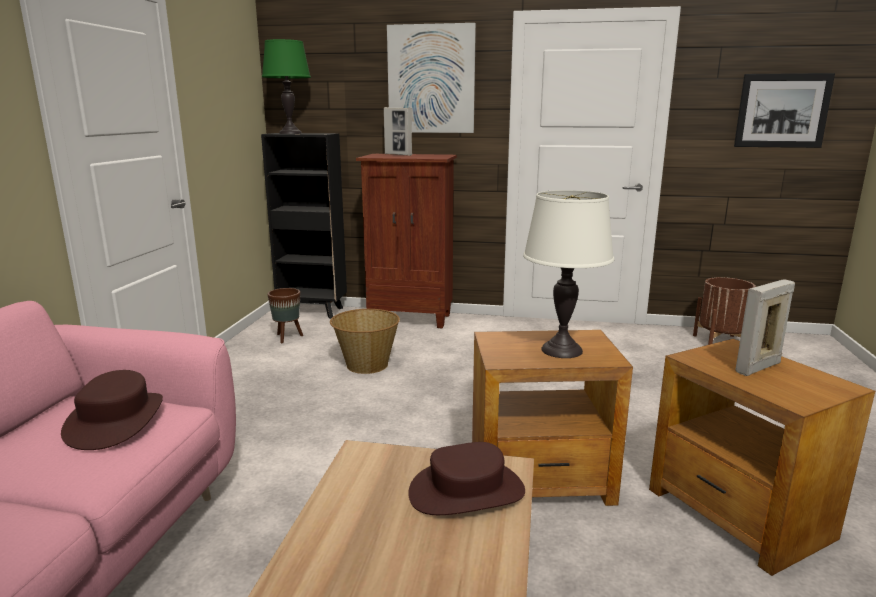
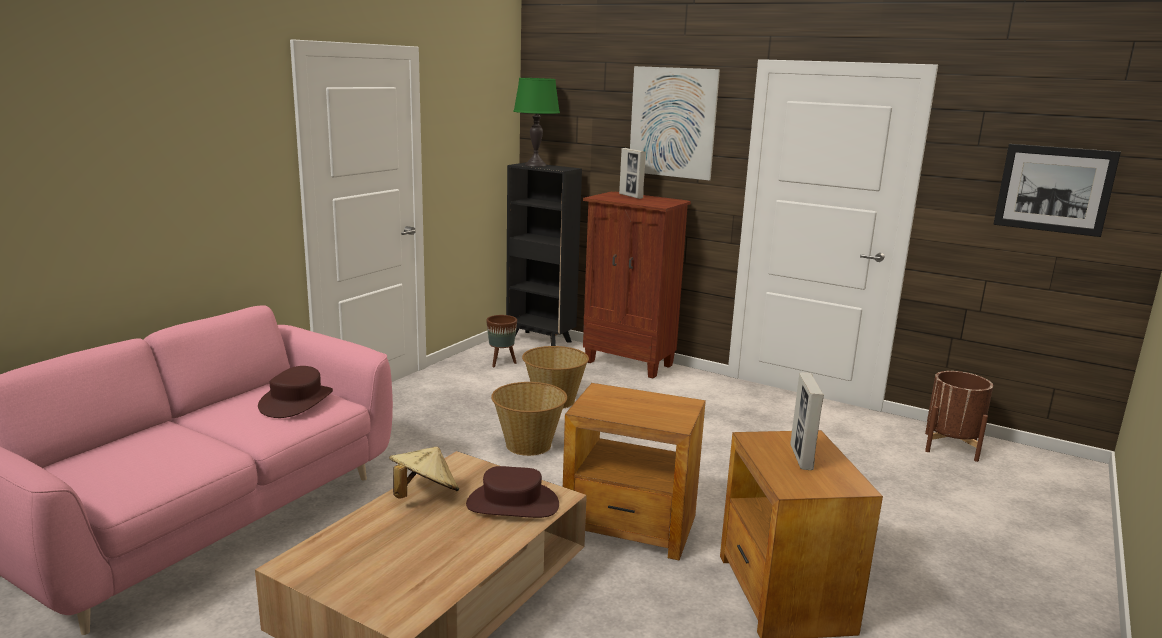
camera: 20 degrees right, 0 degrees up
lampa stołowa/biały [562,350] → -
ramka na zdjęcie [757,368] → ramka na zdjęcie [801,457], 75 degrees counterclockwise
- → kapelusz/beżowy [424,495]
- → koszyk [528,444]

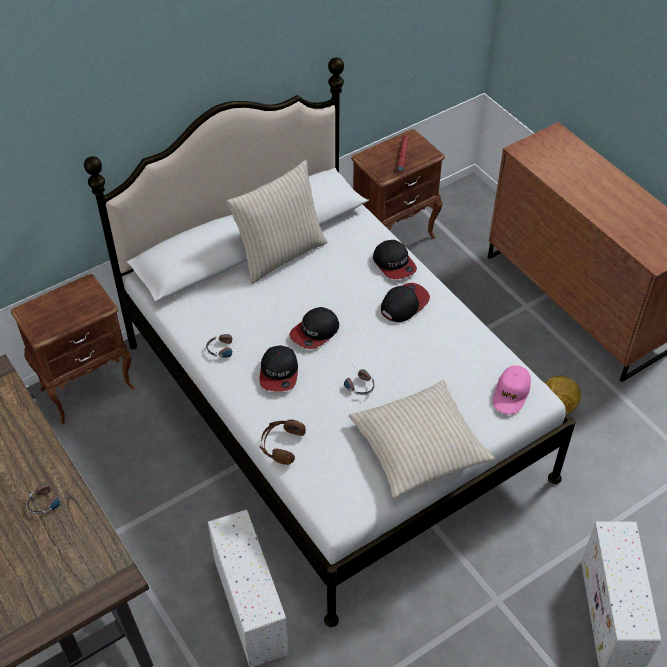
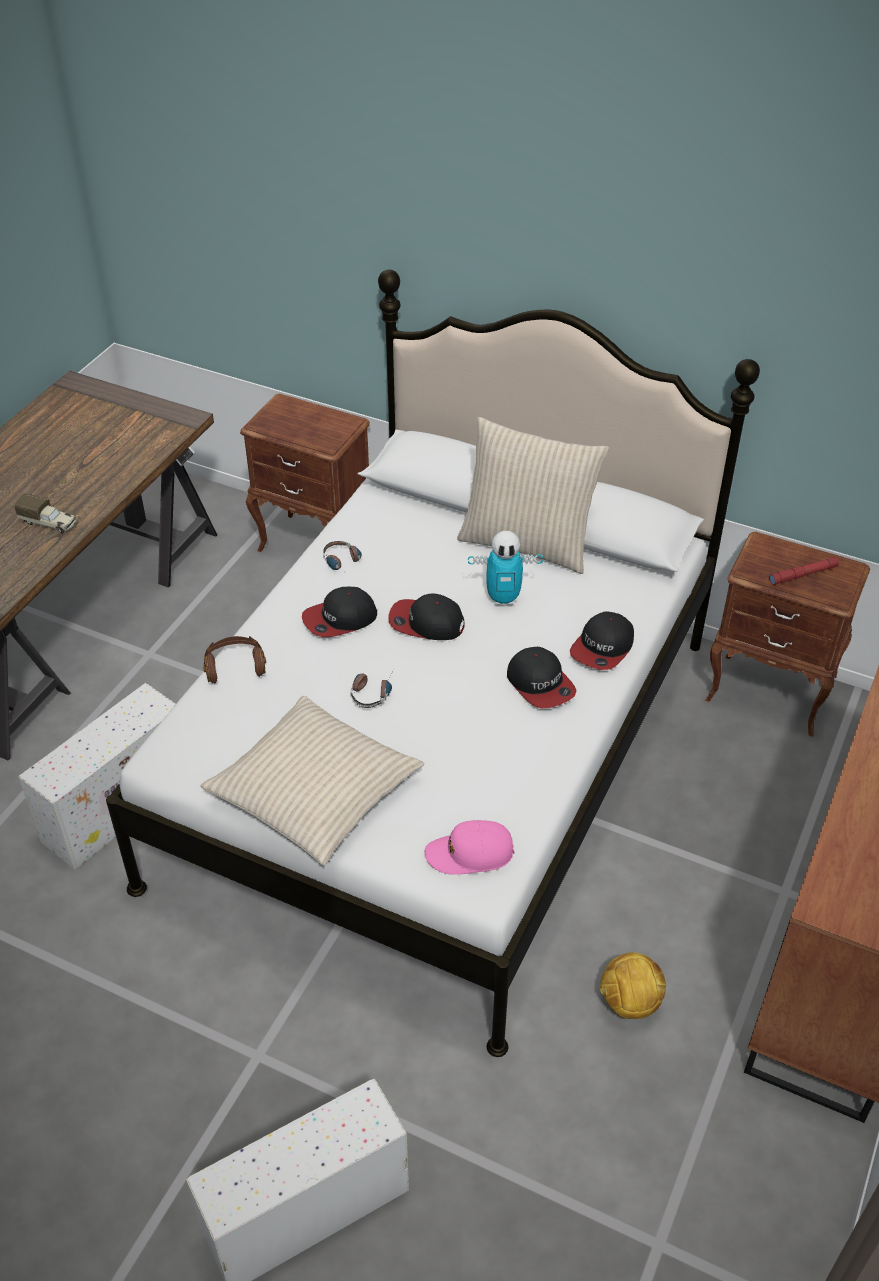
camera: 60 degrees right, 5 degrees down
słuchawki [49,500] → ciężarówka zabawkowa [49,523]
czapka z daszkiem [404,304] → czapka z daszkiem [540,684], 45 degrees clockwise
- → robot zabawkowy [503,599]

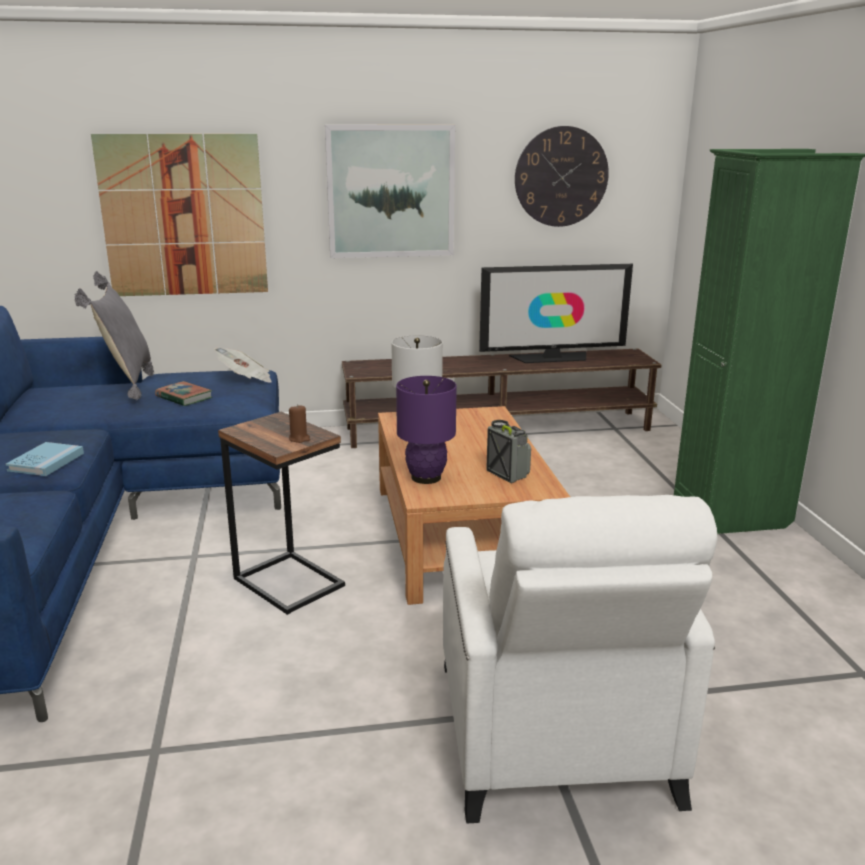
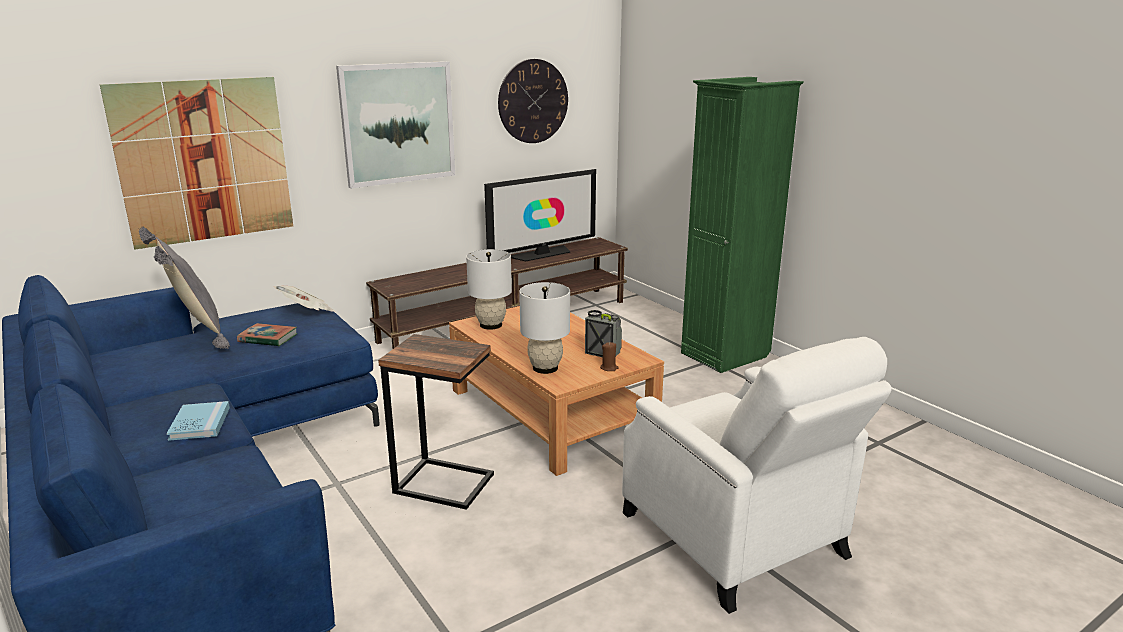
camera: 25 degrees left, 0 degrees up
świeca/brązowy [299,439] → świeca/brązowy [609,368], relocated
lampa stołowa/fioletowy [426,477] → lampa stołowa/biały [545,368]

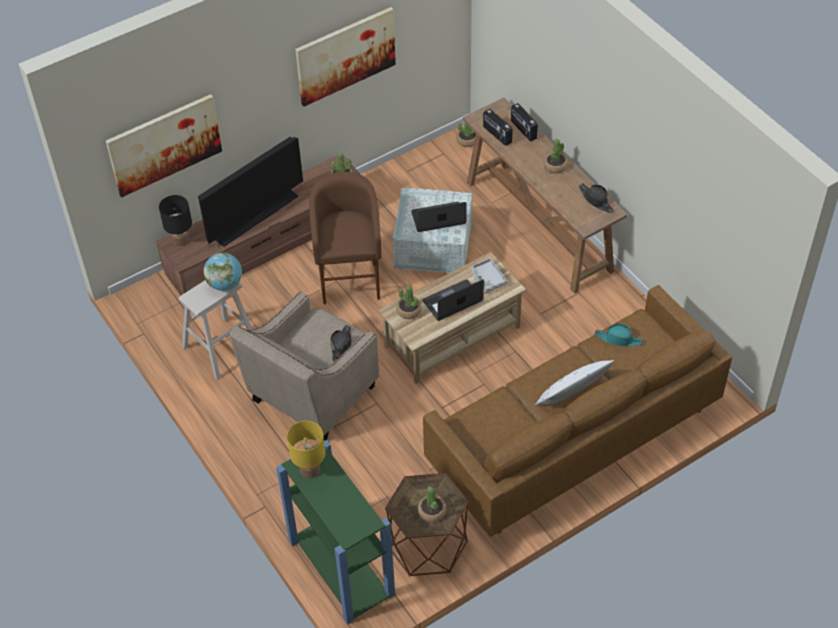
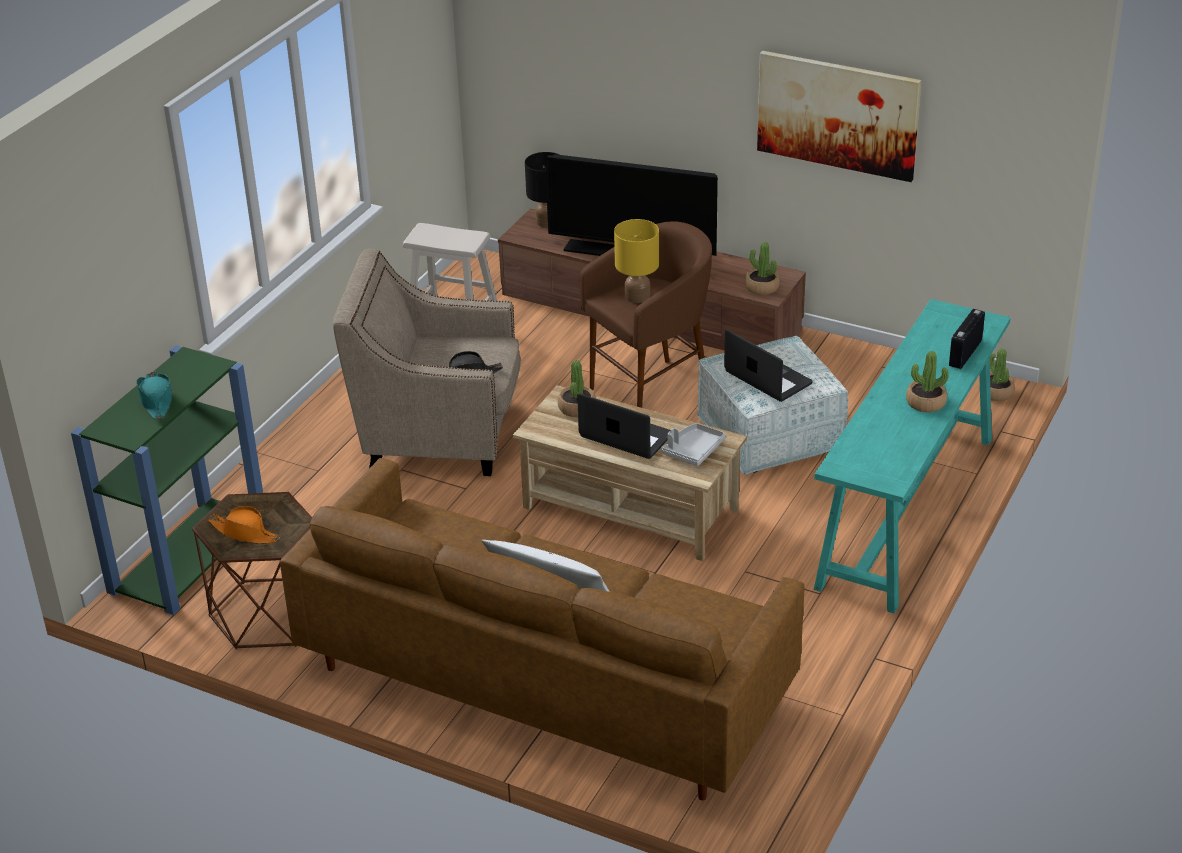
camera: 60 degrees right, 15 degrees down
obraz [164,144] → -
globus [225,284] → -
lampa stołowa/żółty [310,470] → lampa stołowa/żółty [637,296], relocated
roślina doniczkowa [432,511] → kapelusz/pomarańczowy [245,533]
stolik konsolowy/brązowy [539,226] → stolik konsolowy/turkusowy [906,512]
radio [497,135] → -
kapelusz/czarny [596,200] → -
kapelusz/turkusowy [619,339] → kapelusz/turkusowy [156,400], relocated

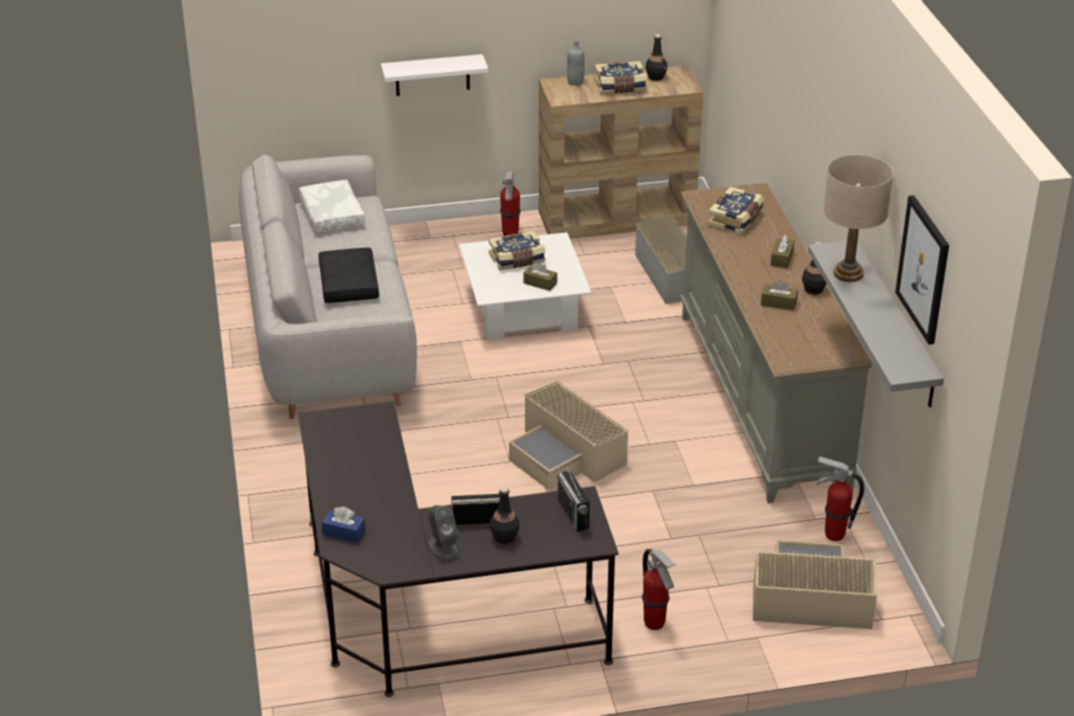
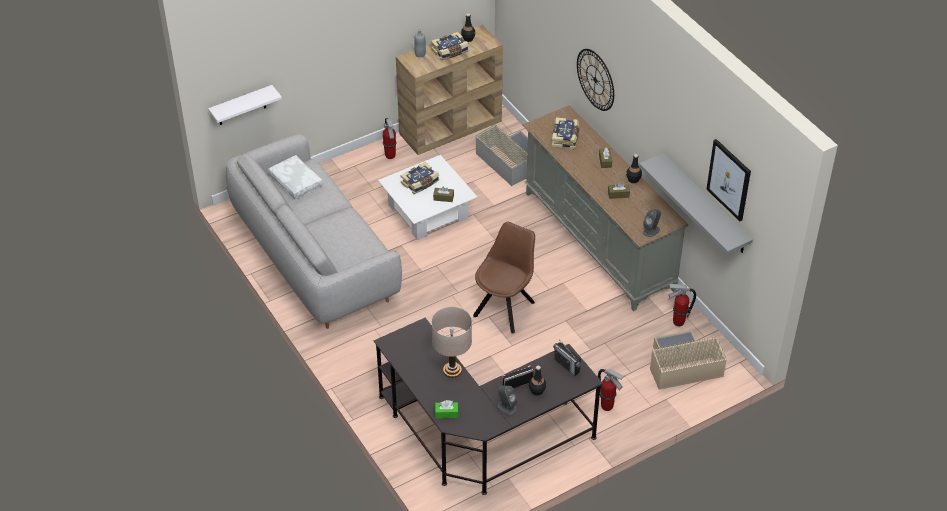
camera: 20 degrees left, 10 degrees up
poduszka/czarny [347,283] → -
pudełko chusteczek/niebieski [344,532] → pudełko chusteczek/zielony [446,413]
półka/biały [432,75] → półka/biały [241,106], relocated
pojemnik do przechowywania/beżowy [566,454] → krzesło/brązowy [505,309]
lampa stołowa/beżowy [848,274] → lampa stołowa/beżowy [452,371], relocated
- → zegar ścienny [595,79]
- → głośnik/szary [651,230]

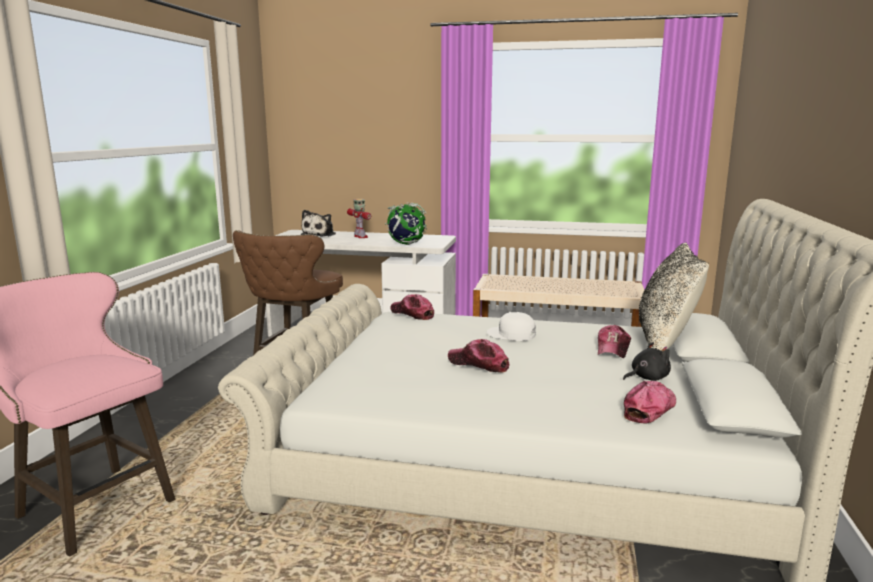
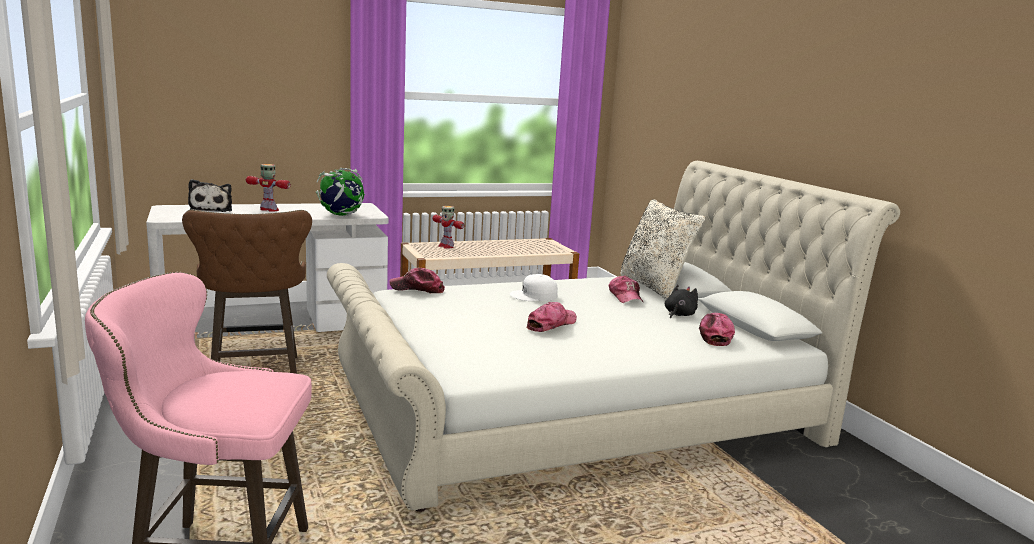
camera: 35 degrees left, 0 degrees up
czapka z daszkiem [478,364] → czapka z daszkiem [551,324], 135 degrees clockwise
- → robot zabawkowy [446,246]

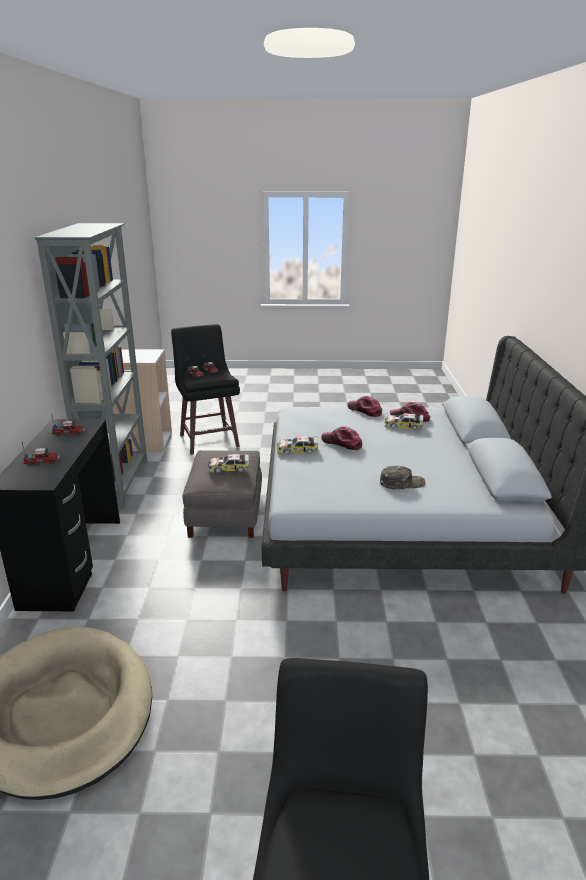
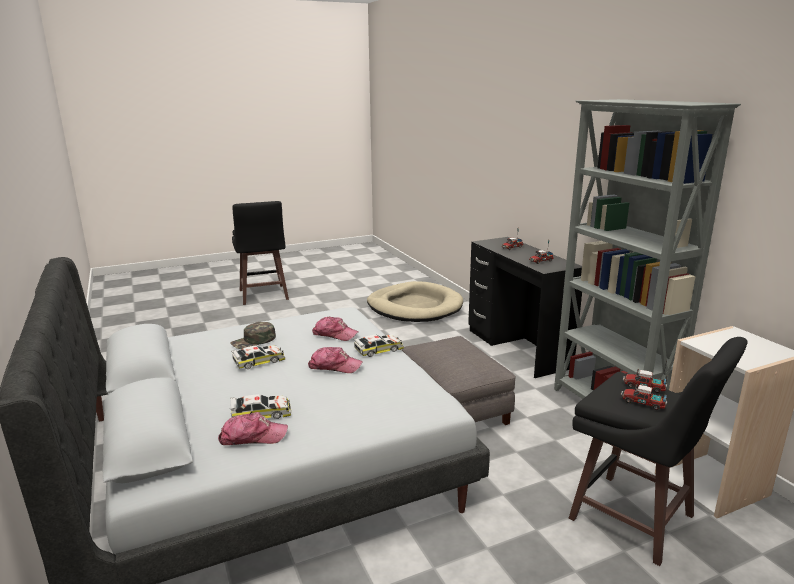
camera: 155 degrees right, 5 degrees down
samochodzik [229,468] → samochodzik [259,361], relocated
czapka z daszkiem [365,410] → czapka z daszkiem [335,334], relocated

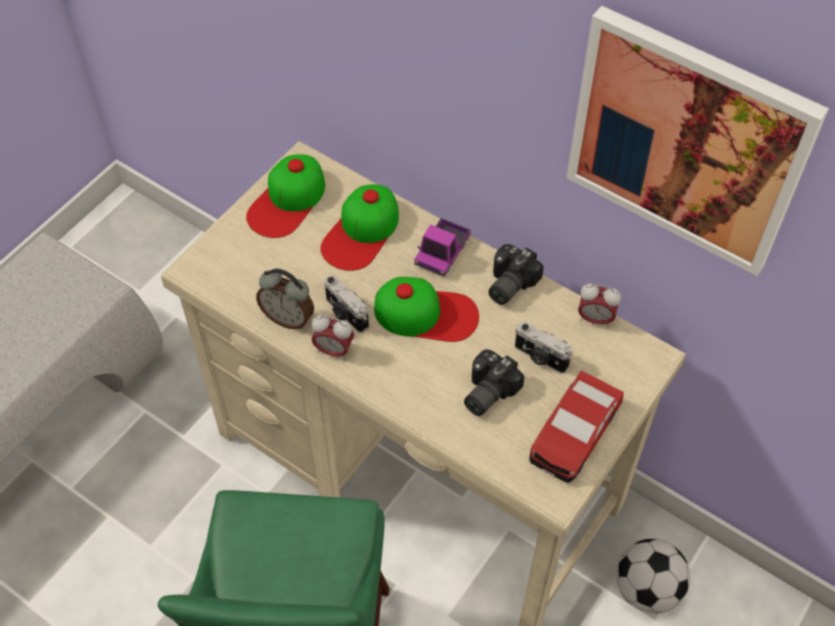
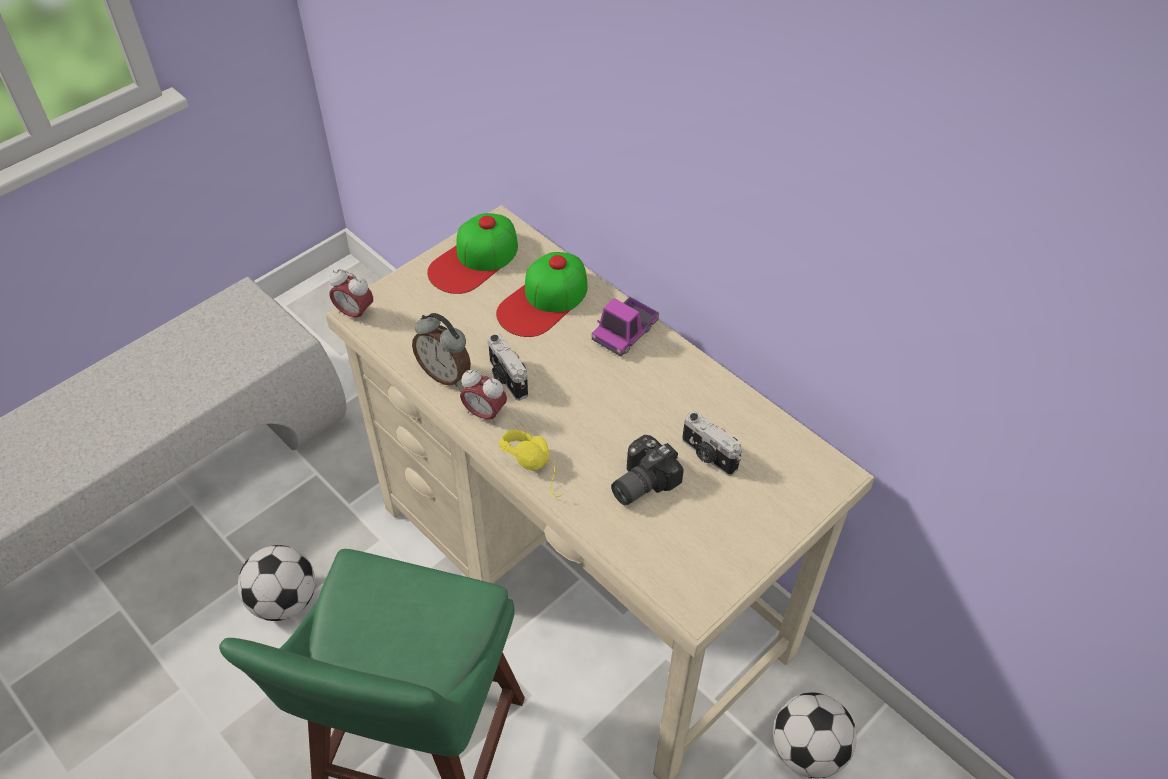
camera: 10 degrees right, 5 degrees down
czapka z daszkiem [426,313] → -
aparat fotograficzny [507,283] → -
samochodzik [574,433] → -
obraz [687,141] → -
budzik [595,319] → budzik [355,313], relocated
- → piłka futbolowa [284,600]
- → słuchawki/żółty [539,467]

